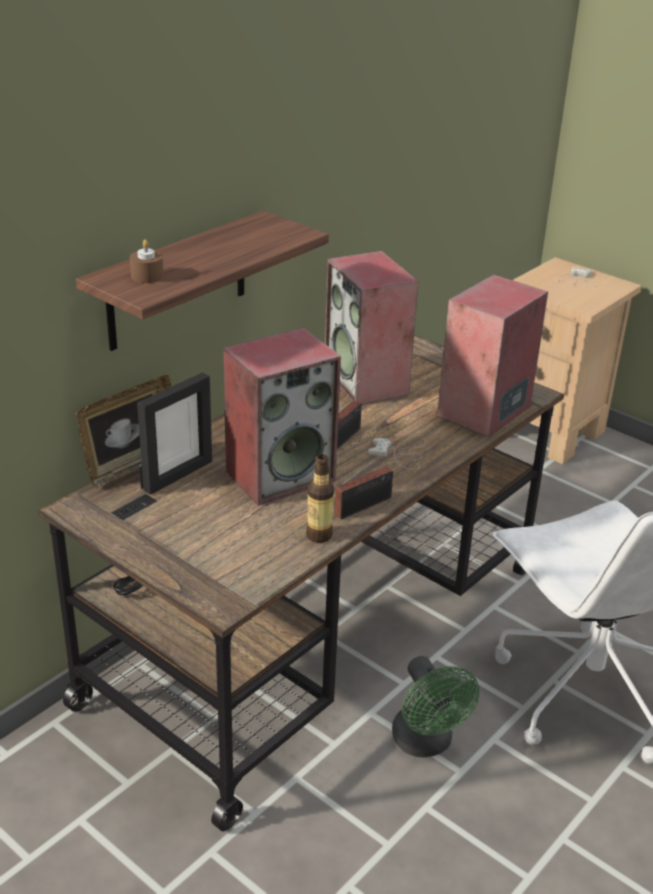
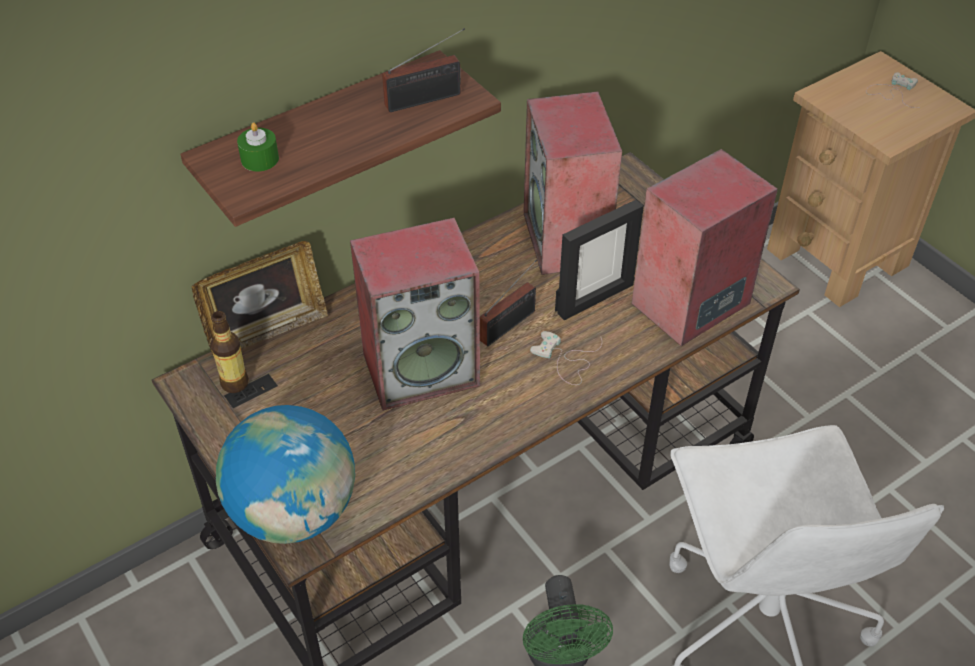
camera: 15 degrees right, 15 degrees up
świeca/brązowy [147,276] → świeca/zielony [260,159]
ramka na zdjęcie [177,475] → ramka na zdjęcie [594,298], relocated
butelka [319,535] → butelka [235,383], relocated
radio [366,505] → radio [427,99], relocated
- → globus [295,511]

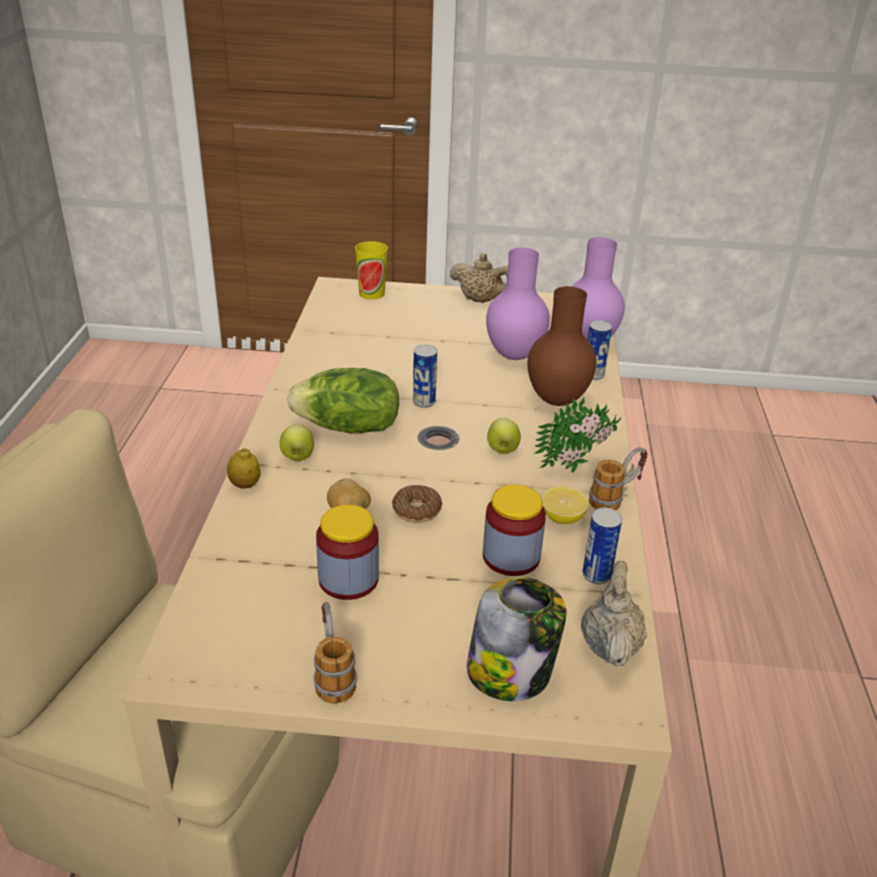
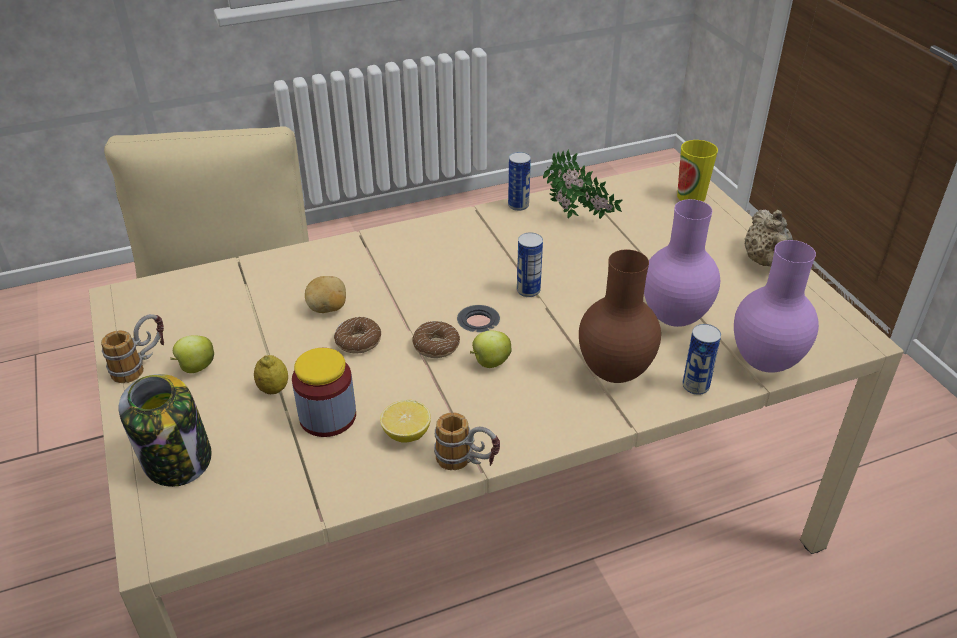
camera: 65 degrees right, 5 degrees up
cytryna [245,485] → cytryna [273,389], relocated
jabłko [297,457] → jabłko [195,367], relocated
sałata [348,428] → -
słoik [348,579] → -
roślina doniczkowa [577,466] → roślina doniczkowa [579,219], relocated
imbryk/beżowy [609,645] → -
puszka [596,575] → puszka [518,205], relocated
- → donut [436,346]

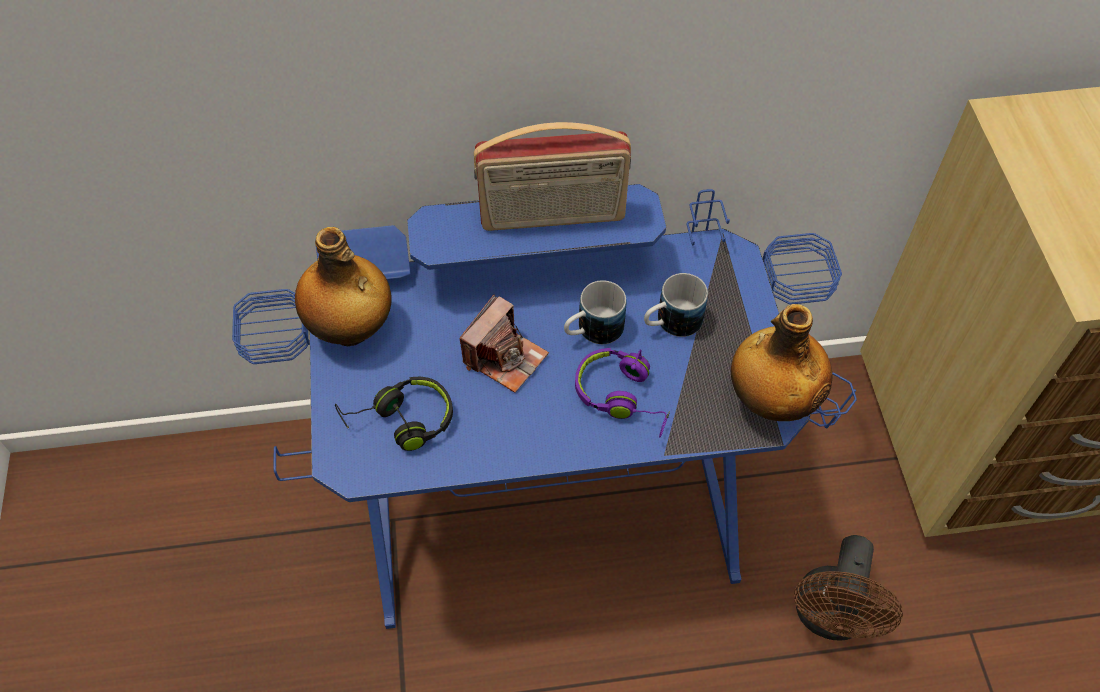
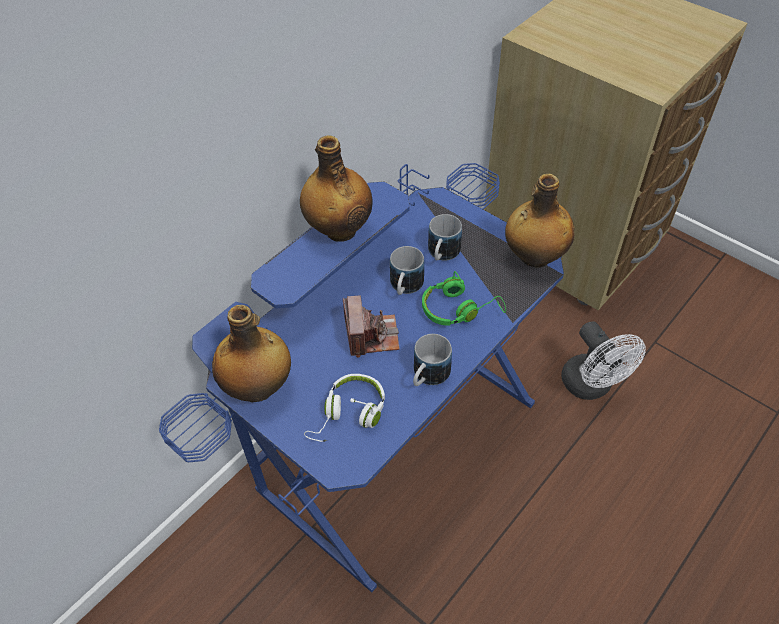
camera: 40 degrees left, 5 degrees down
słuchawki/czarny [401,421] → słuchawki/biały [349,415]
radio [552,217] → butelka [339,229]
słuchawki/fioletowy [623,397] → słuchawki/zielony [459,309]
wentylator/brązowy [830,618] → wentylator/biały [591,386]
- → kubek [427,377]

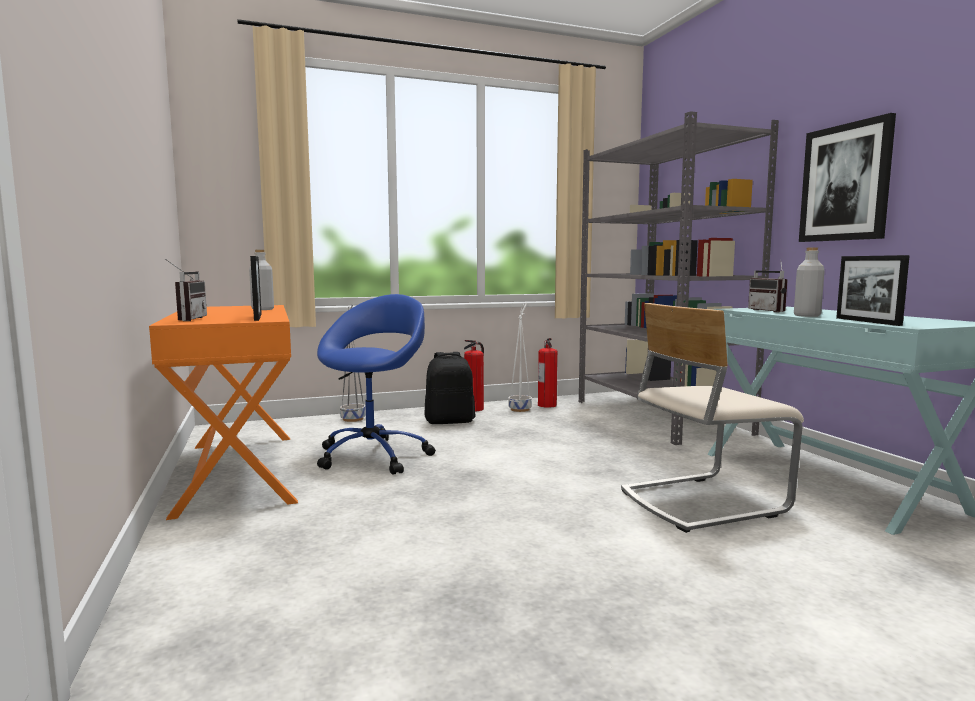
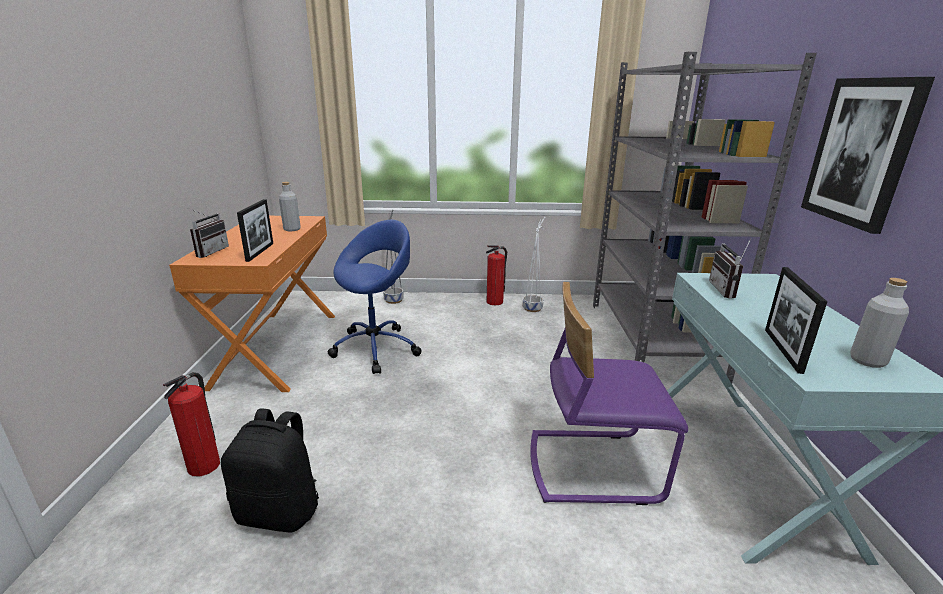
camera: 20 degrees right, 15 degrees up
plecak/czarny [450,421] → plecak/czarny [280,511], relocated
gaśnica [547,405] → gaśnica [204,465], relocated
krzesło/beżowy [701,501] → krzesło/fioletowy [592,465]
butelka/szary [807,316] → butelka/szary [867,361], relocated

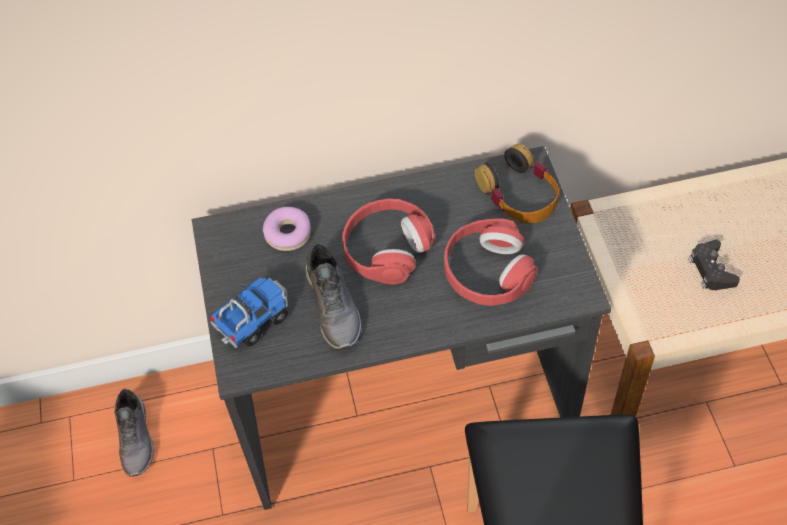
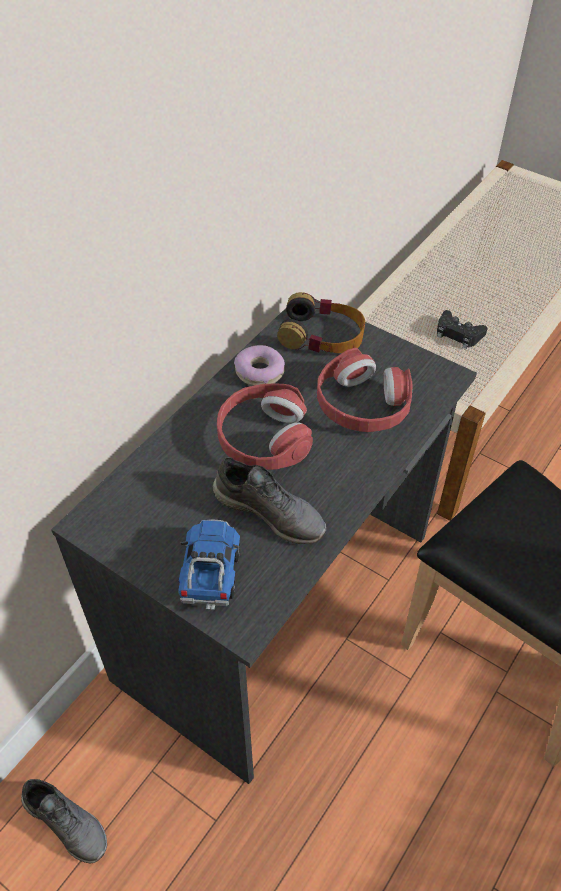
camera: 45 degrees left, 5 degrees down
donut [288,233] → donut [259,372], relocated

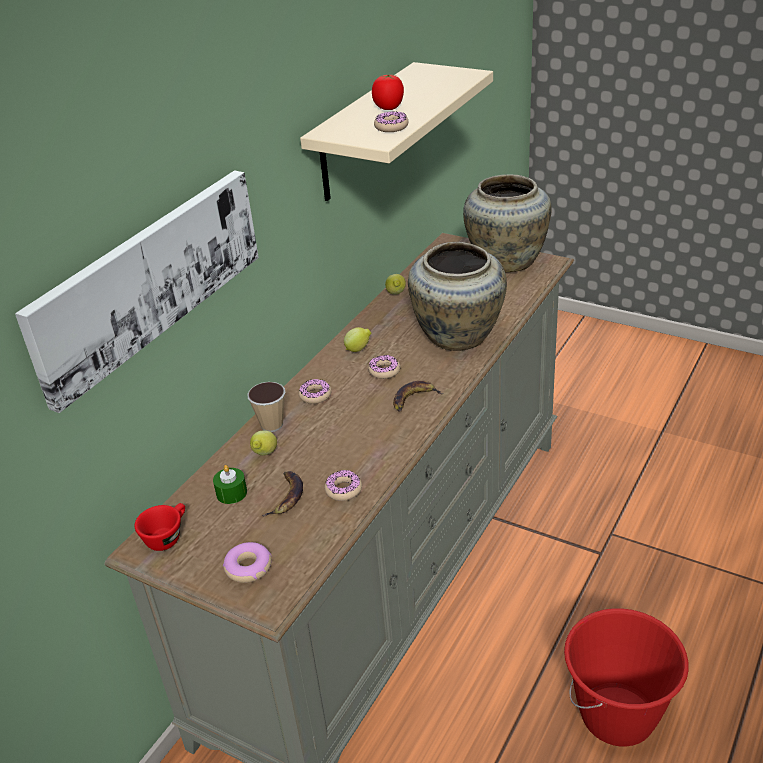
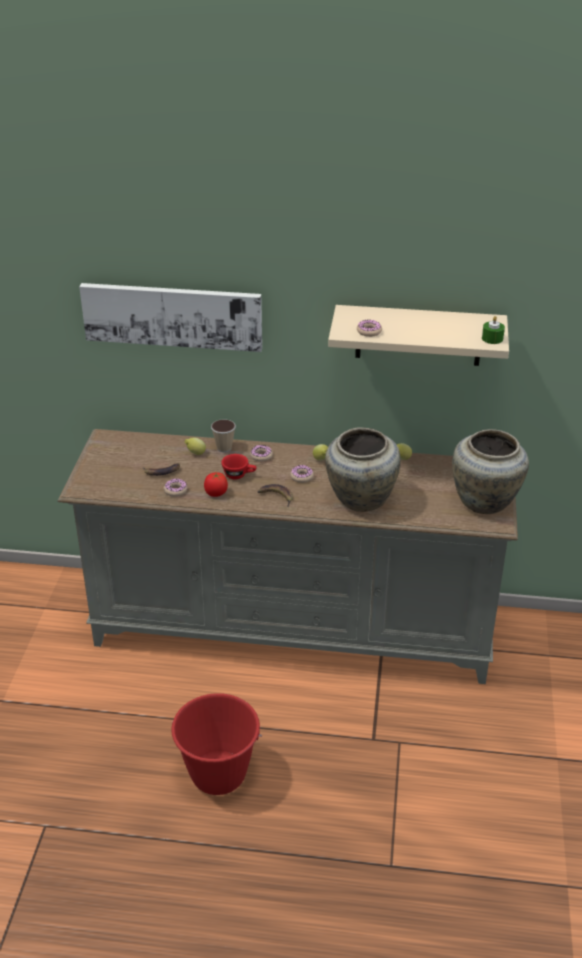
camera: 65 degrees right, 0 degrees up
filiżanka/czerwony [167,536] → filiżanka/czerwony [239,475], relocated
świeca/zielony [231,493] → świeca/zielony [492,338], relocated
donut [248,568] → -
pomidor [389,107] → pomidor [216,493], relocated

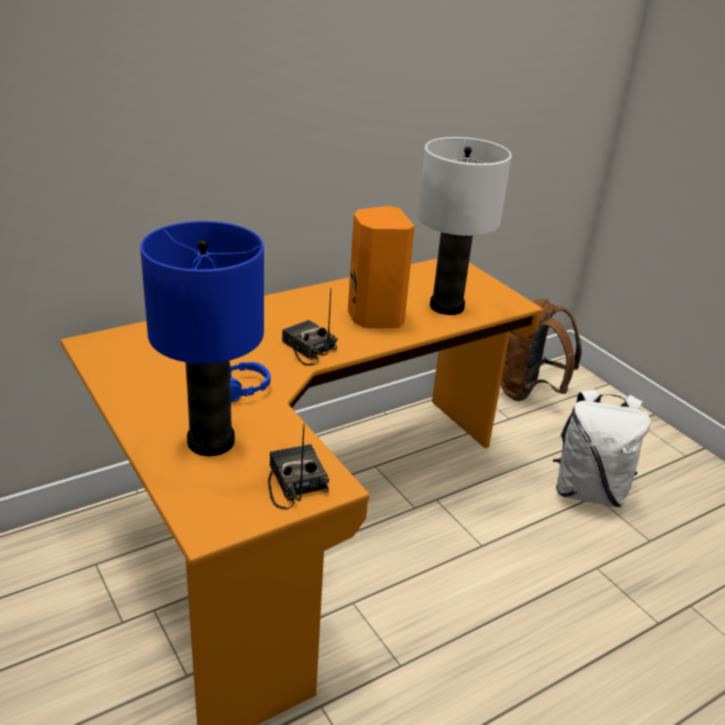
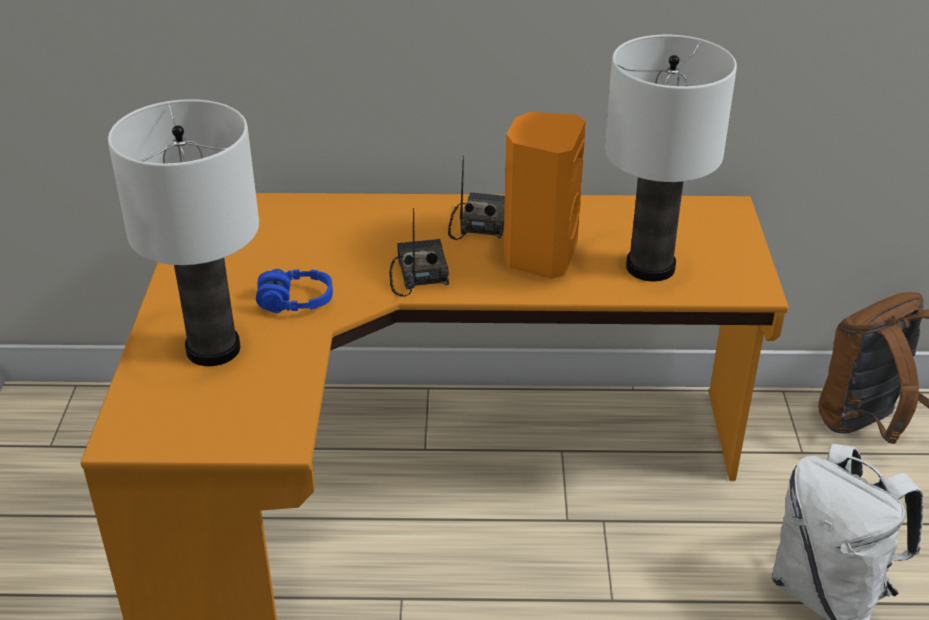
camera: 35 degrees right, 5 degrees up
lampa stołowa/niebieski [211,441] → lampa stołowa/biały [214,349]
radio [294,482] → radio [479,224], relocated

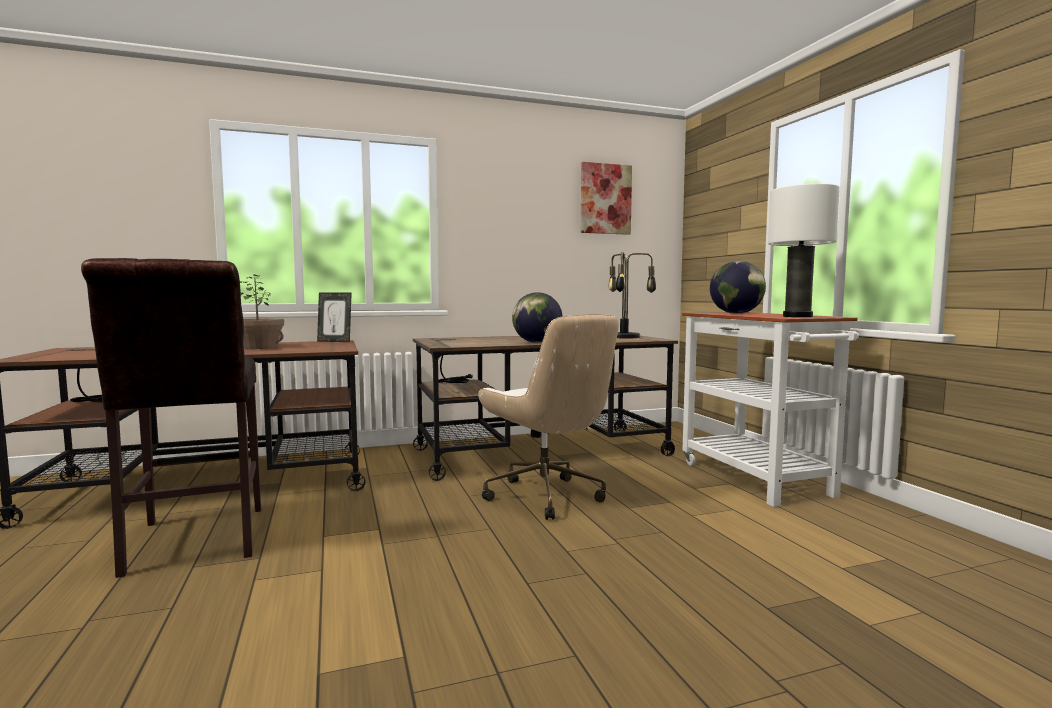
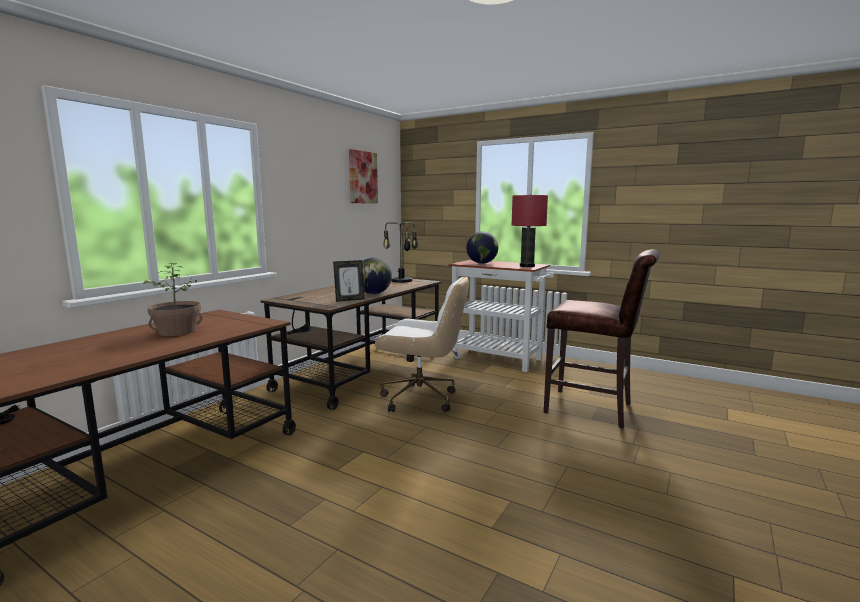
camera: 40 degrees left, 5 degrees up
stołek/brązowy [194,543] → stołek/brązowy [594,409], relocated
ramka na zdjęcie [335,341] → ramka na zdjęcie [349,300], relocated
lampa stołowa/biały [797,316] → lampa stołowa/czerwony [527,266]

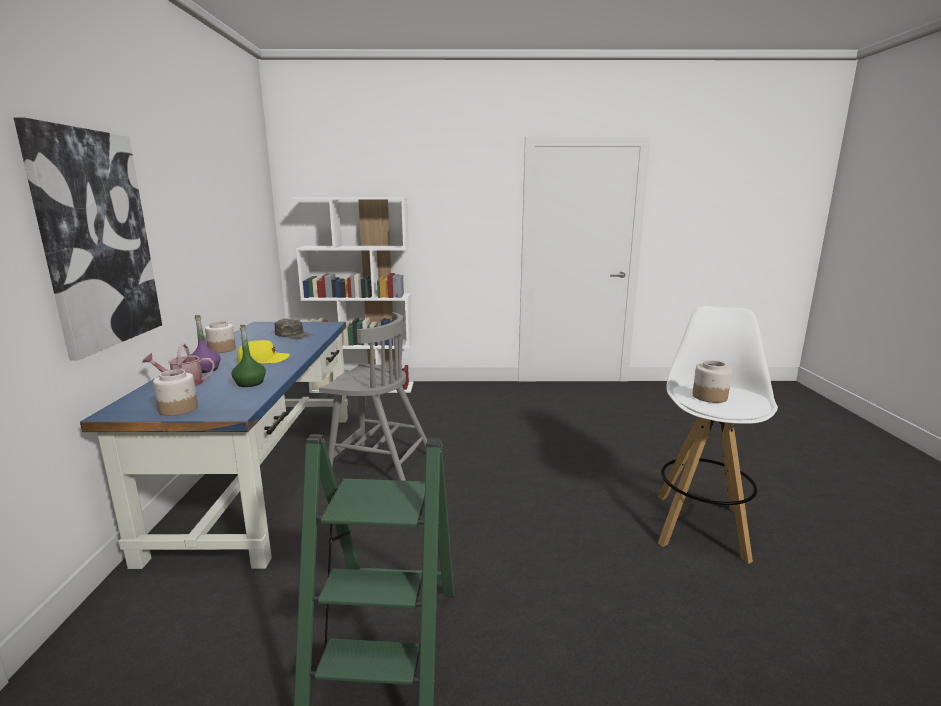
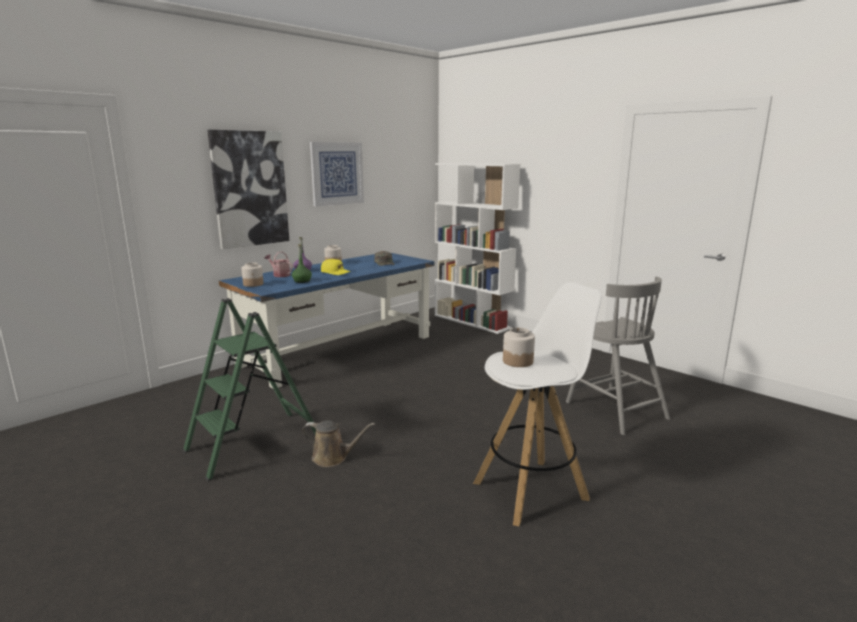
camera: 45 degrees right, 0 degrees up
krzesło/szary [379,464] → krzesło/szary [614,409], relocated
- → konewka/brązowy [333,458]
- → obraz [337,173]

